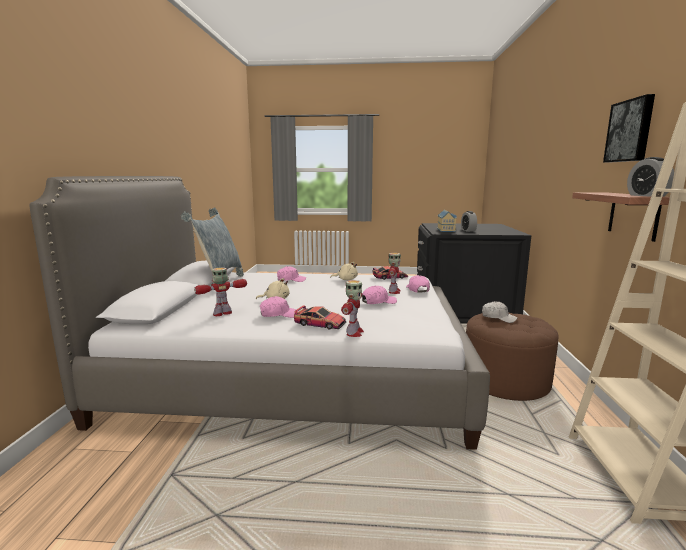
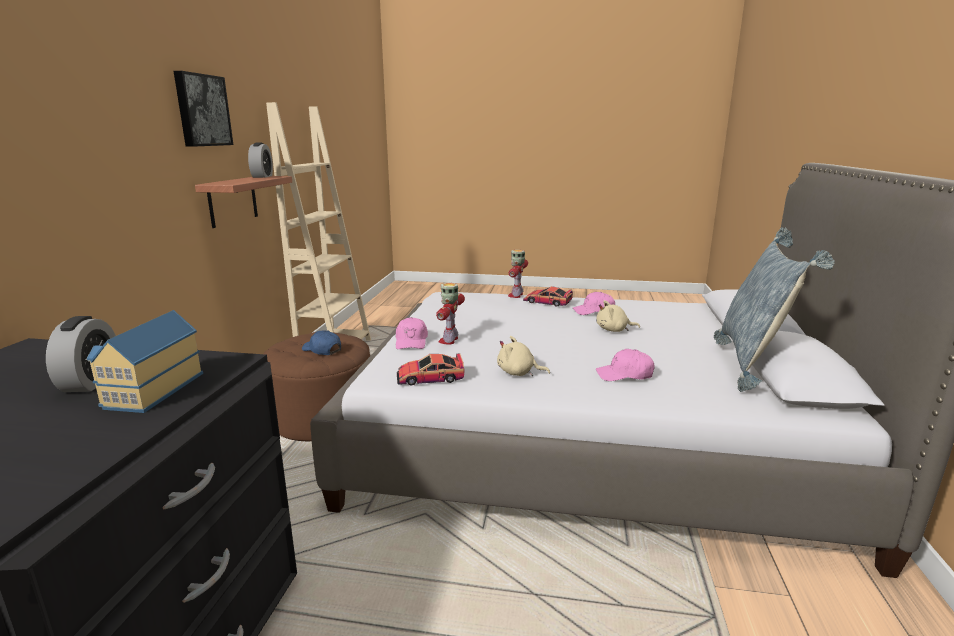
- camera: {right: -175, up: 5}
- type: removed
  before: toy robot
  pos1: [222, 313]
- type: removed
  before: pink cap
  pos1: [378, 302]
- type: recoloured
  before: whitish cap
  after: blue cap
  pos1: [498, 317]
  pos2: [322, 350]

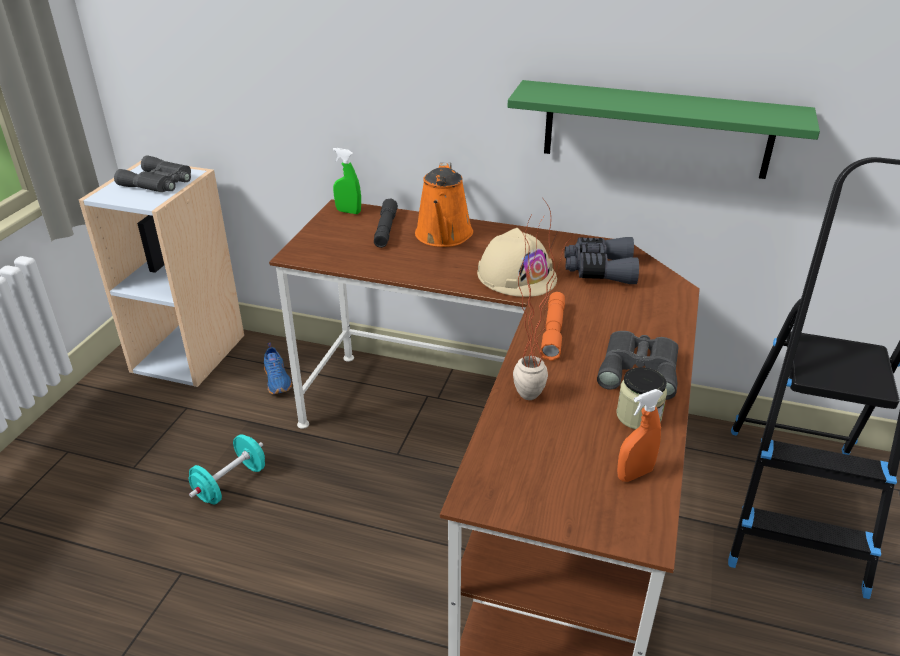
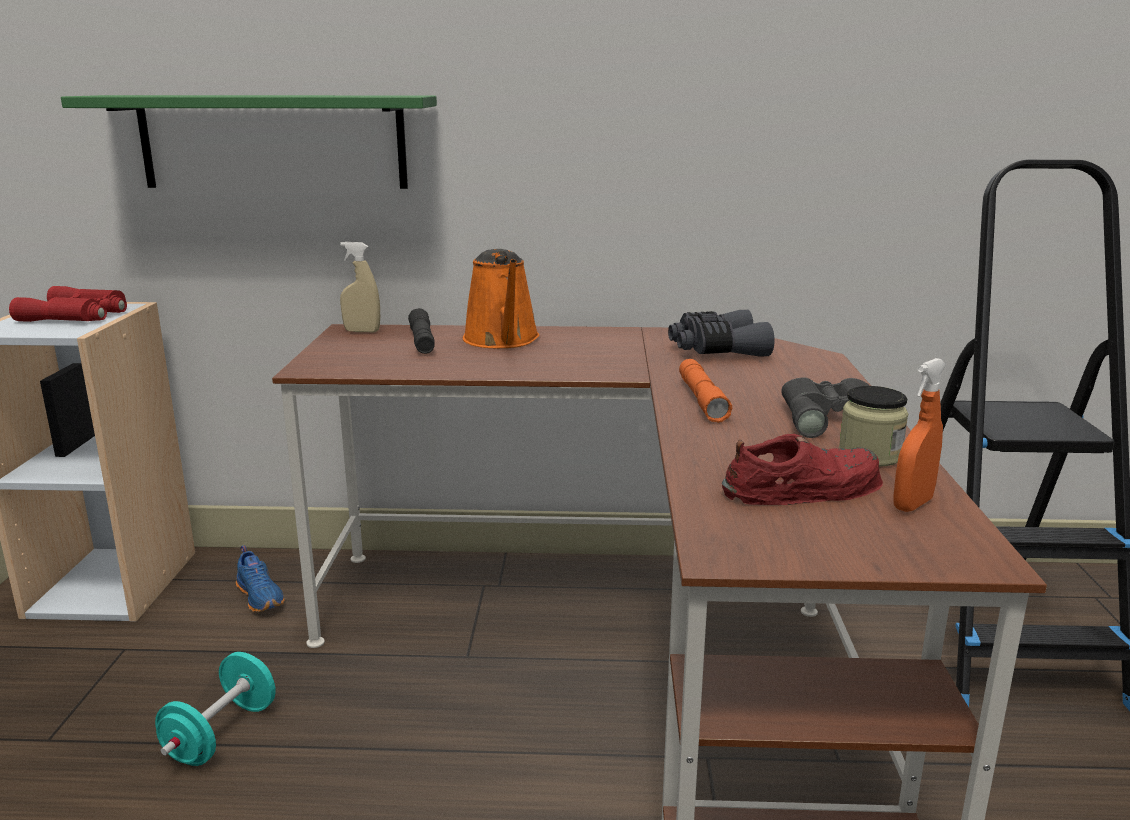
- camera: {right: -15, up: -15}
- type: moved
  before: green wall shelf
  pos1: [656, 129]
  pos2: [273, 142]
- type: recoloured
  before: green spray bottle
  after: sand-coloured spray bottle
  pos1: [348, 211]
  pos2: [362, 331]
- type: recoloured
  before: gray pair of binoculars
  after: red pair of binoculars
  pos1: [158, 182]
  pos2: [77, 316]
- type: removed
  before: houseplant
  pos1: [534, 390]
- type: removed
  before: sand-coloured work helmet
  pos1: [516, 275]
- type: added
  after: red low shoe
  pos2: [804, 488]

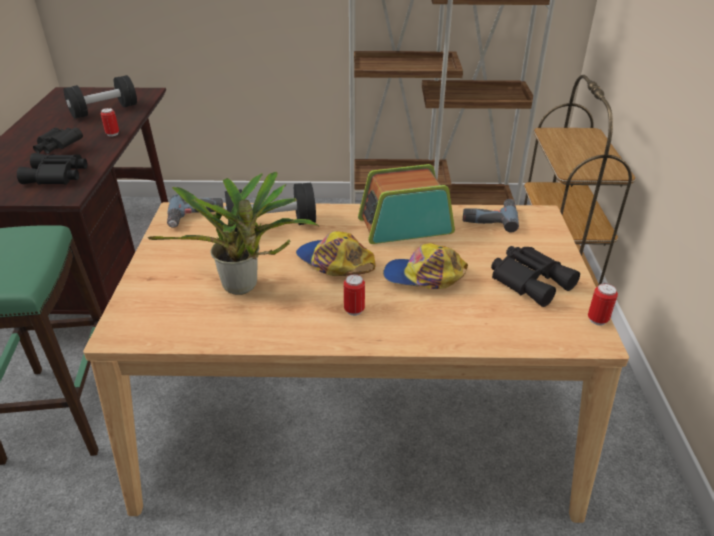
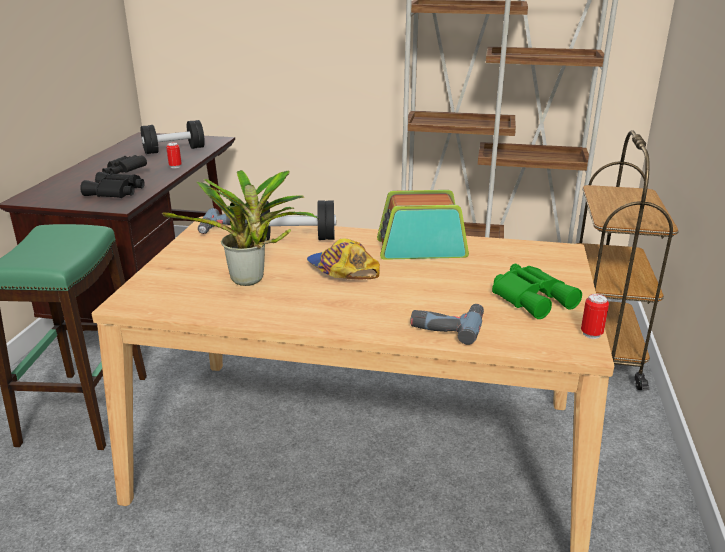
- camera: {right: 10, up: -10}
- type: moved
  before: power drill
  pos1: [489, 218]
  pos2: [447, 325]
- type: removed
  before: cap
  pos1: [424, 277]
- type: recoloured
  before: blackish pair of binoculars
  after: green pair of binoculars
  pos1: [531, 280]
  pos2: [533, 298]
- type: removed
  before: sealed can
  pos1: [354, 310]

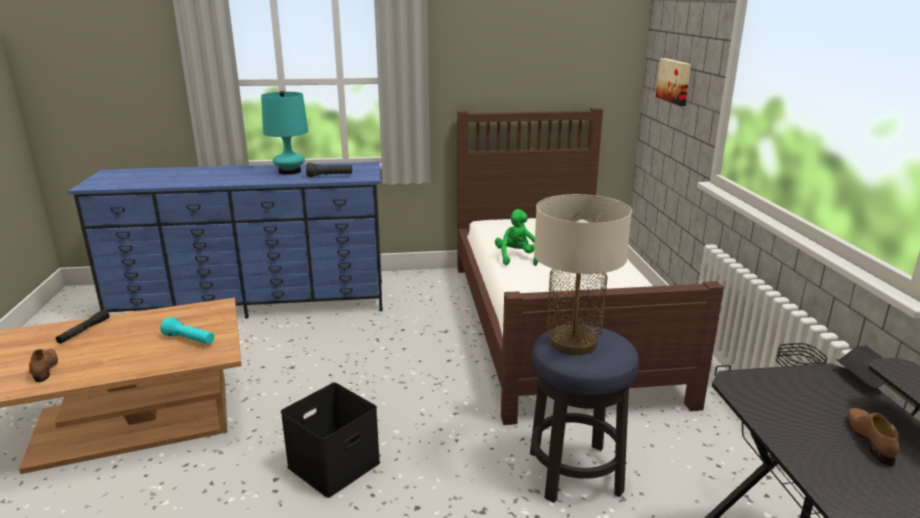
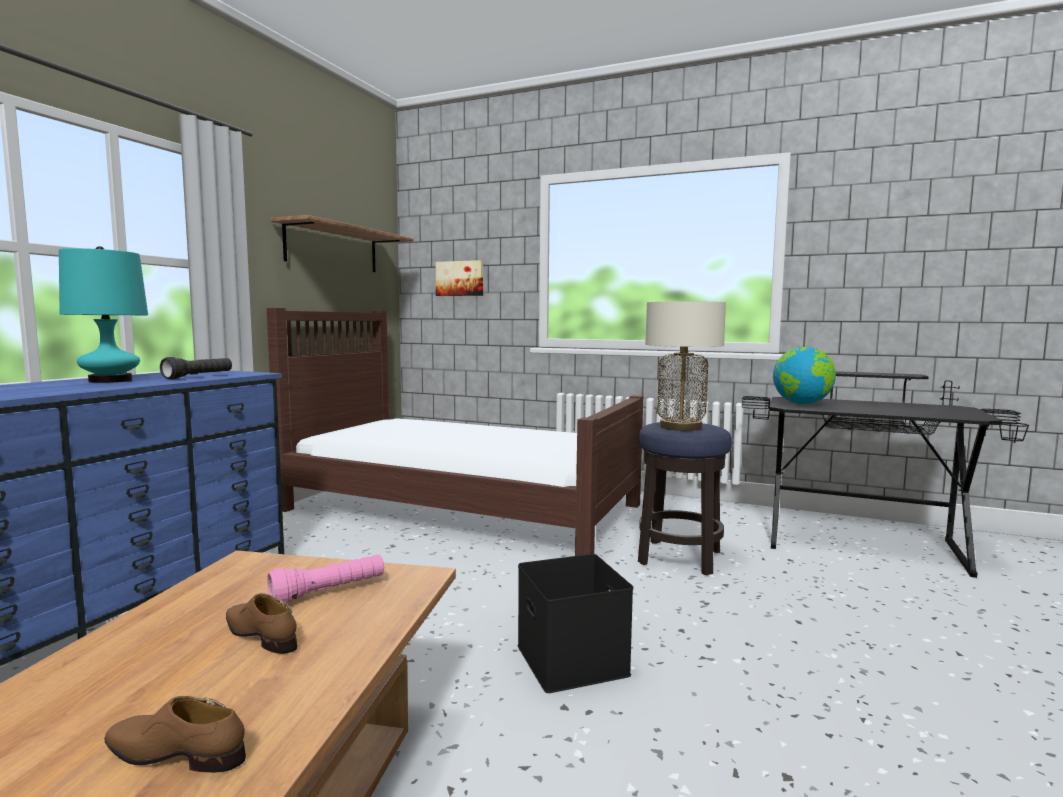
- camera: {right: -60, up: -15}
- type: removed
  before: green soft toy
  pos1: [516, 258]
- type: removed
  before: blackish flashlight
  pos1: [84, 331]
- type: recoloured
  before: turquoise-coloured flashlight
  after: pink flashlight
  pos1: [189, 340]
  pos2: [329, 592]
- type: moved
  before: brownish low shoe
  pos1: [869, 439]
  pos2: [261, 635]
- type: added
  after: wall shelf
  pos2: [332, 248]
- type: added
  after: globe
  pos2: [802, 404]

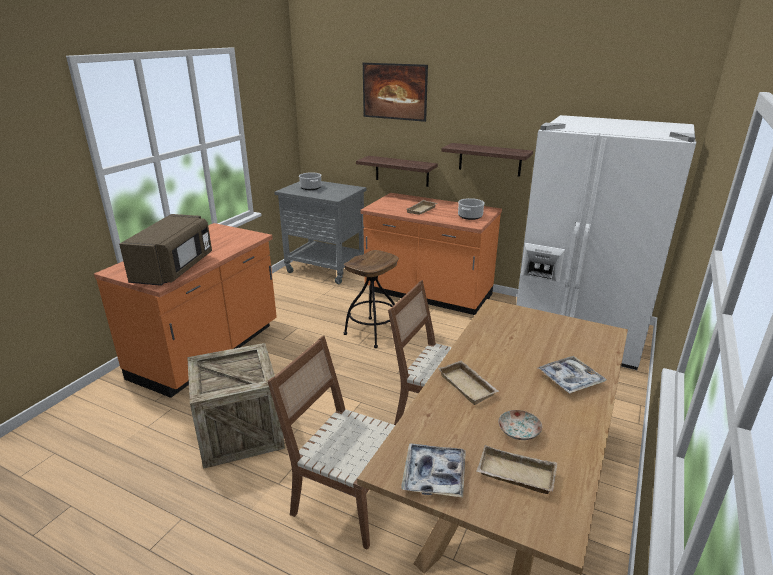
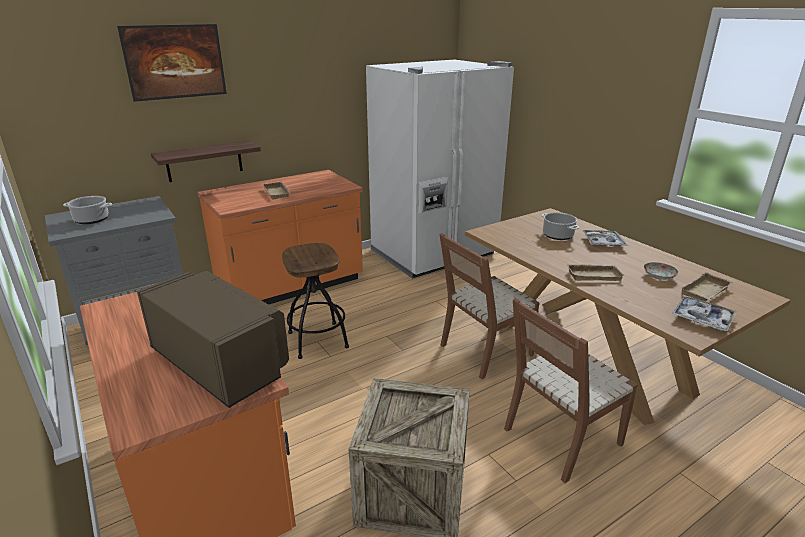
- camera: {right: -60, up: 0}
- type: removed
  before: wall shelf
  pos1: [490, 159]
- type: moved
  before: cooking pot
  pos1: [470, 217]
  pos2: [558, 235]

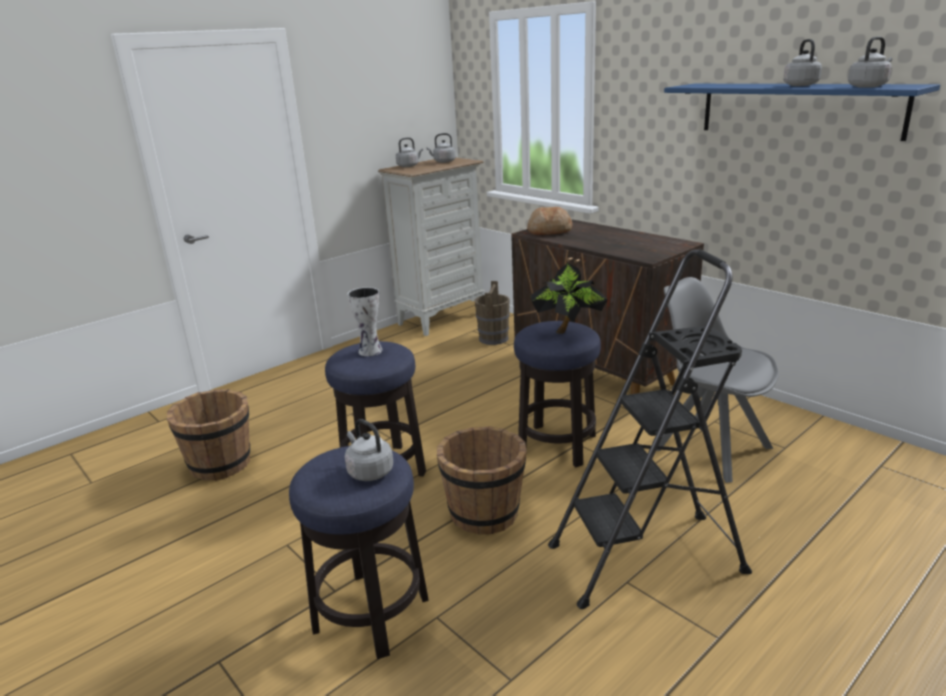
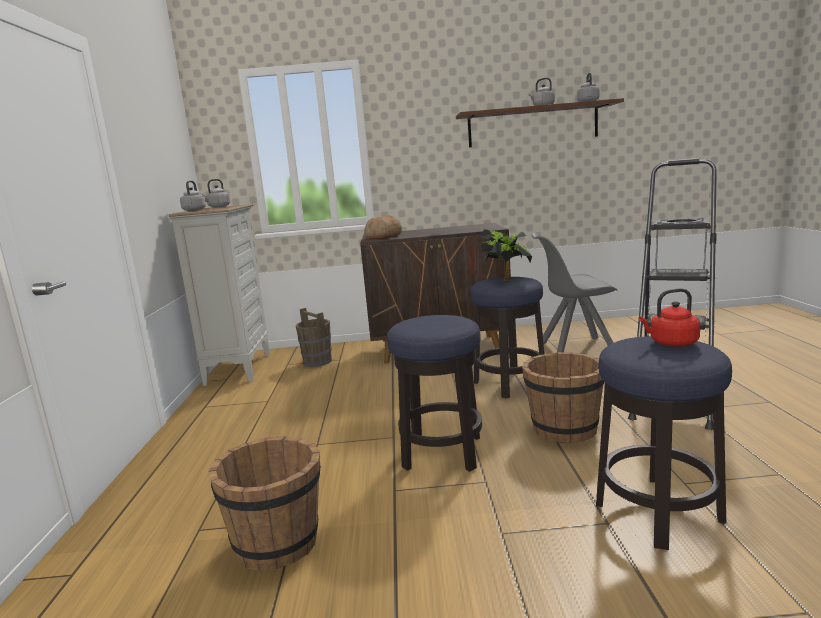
- camera: {right: -50, up: -10}
- type: recoloured
  before: blue wall shelf
  after: brownish wall shelf
  pos1: [798, 109]
  pos2: [532, 125]
- type: removed
  before: vase
  pos1: [371, 351]
- type: recoloured
  before: gray kettle
  after: red kettle
  pos1: [369, 471]
  pos2: [671, 343]

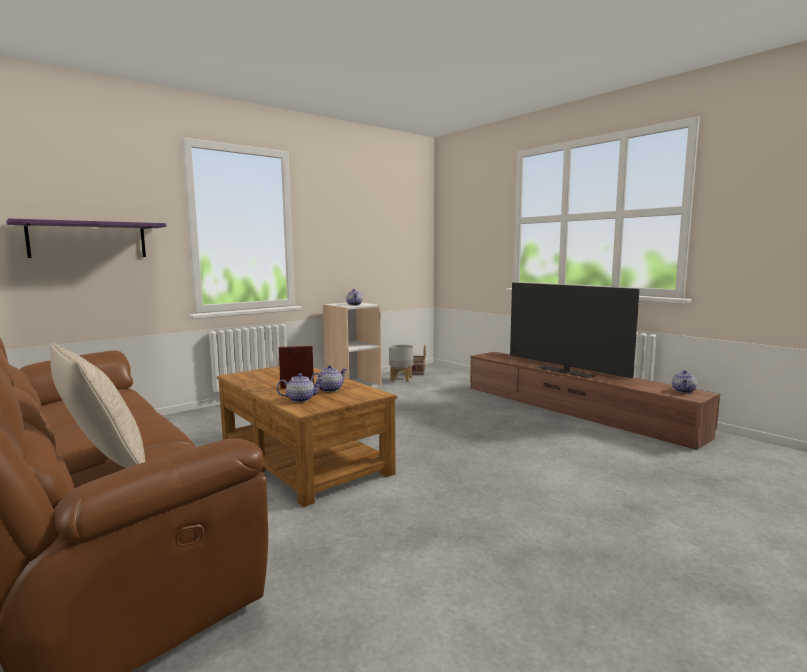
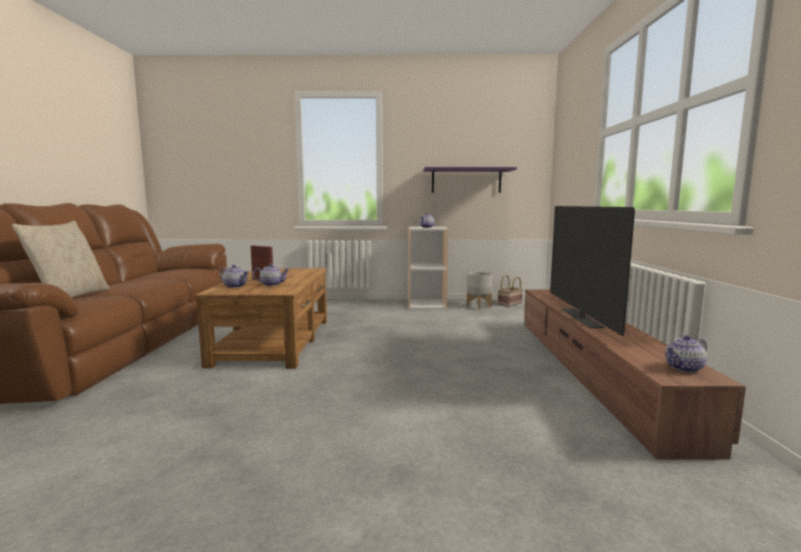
- camera: {right: 40, up: 0}
- type: moved
  before: purplish wall shelf
  pos1: [88, 240]
  pos2: [466, 181]

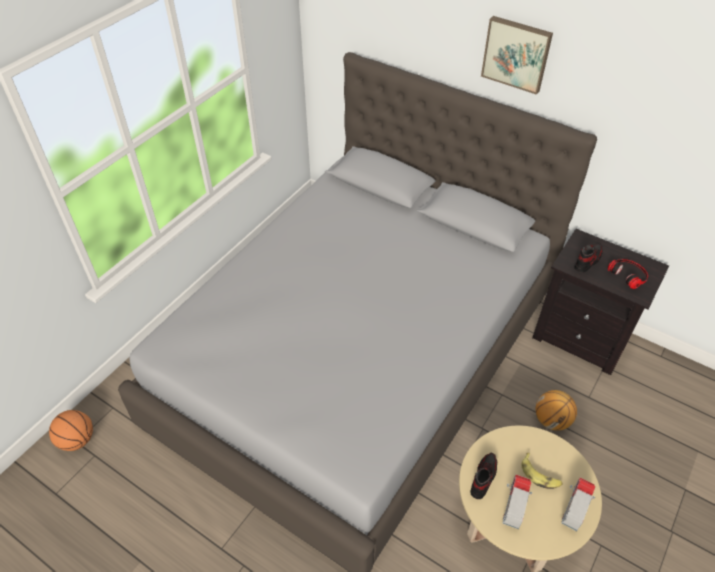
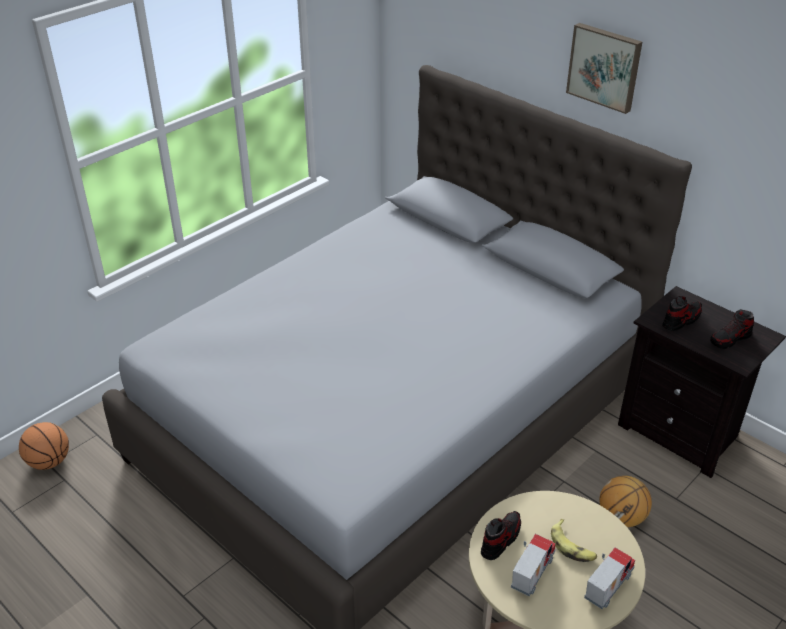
- camera: {right: 10, up: -10}
- type: replaced
  before: headphones
  after: low shoe
  pos1: [628, 274]
  pos2: [730, 339]

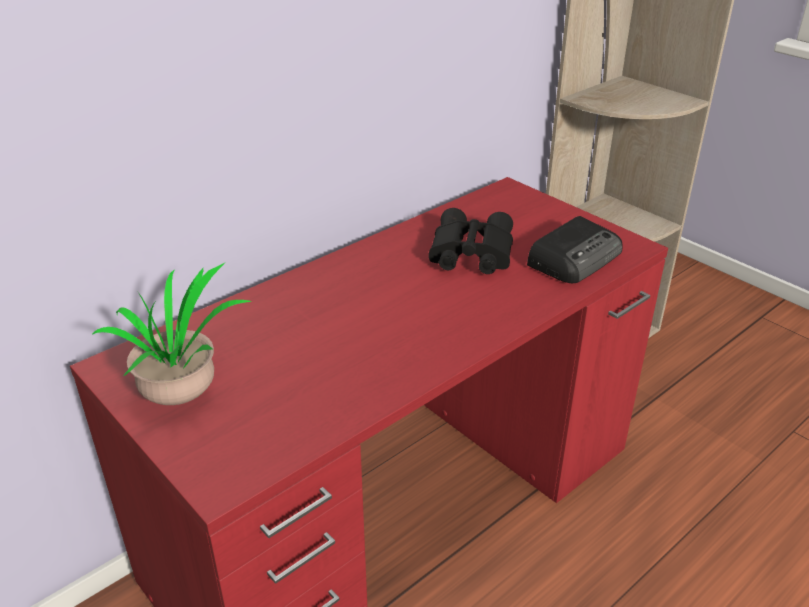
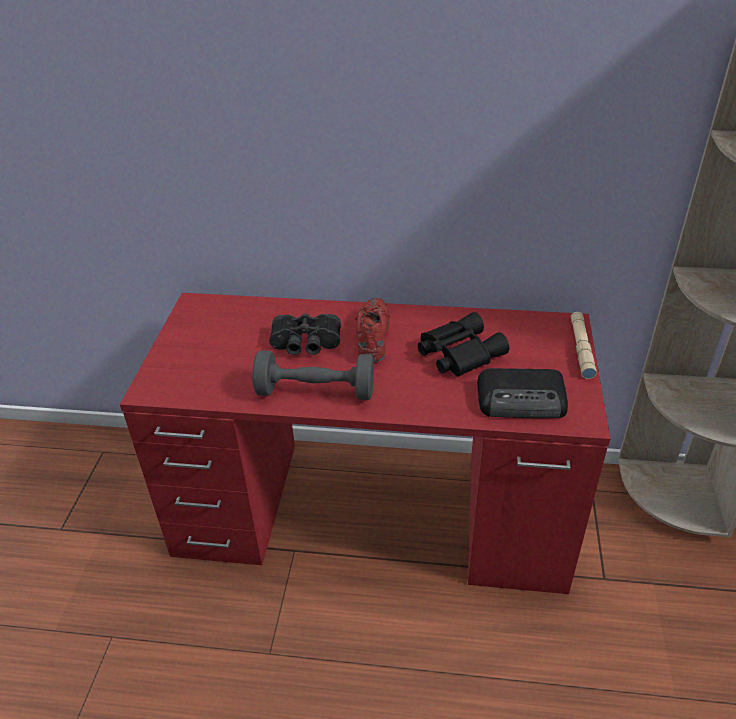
- camera: {right: 50, up: 5}
- type: removed
  before: houseplant
  pos1: [186, 396]
- type: added
  after: red low shoe
  pos2: [372, 338]
- type: added
  after: sand-coloured flashlight
  pos2: [581, 349]
- type: added
  after: blackish pair of binoculars
  pos2: [306, 344]
- type: added
  after: gray hand weight
  pos2: [315, 391]

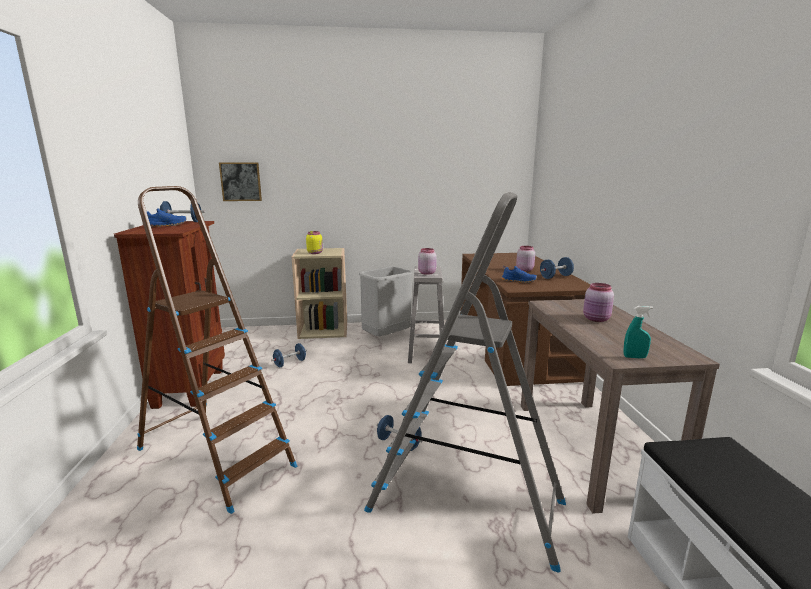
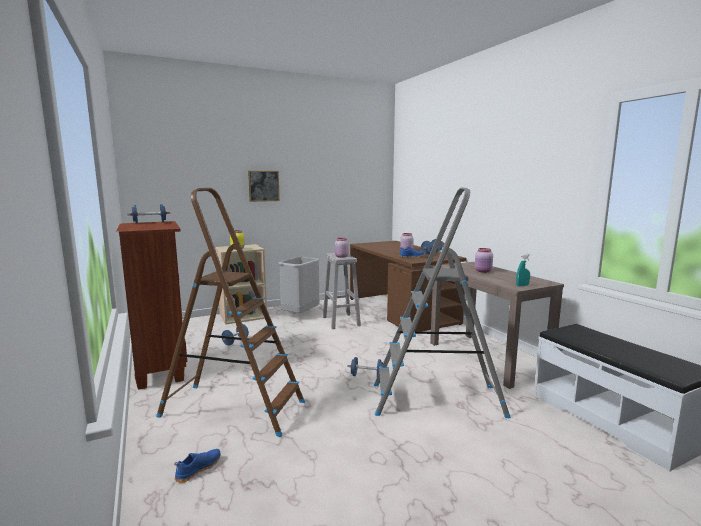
- camera: {right: -20, up: -5}
- type: moved
  before: wall art
  pos1: [241, 181]
  pos2: [263, 186]
- type: moved
  before: blue low shoe
  pos1: [166, 226]
  pos2: [198, 469]

